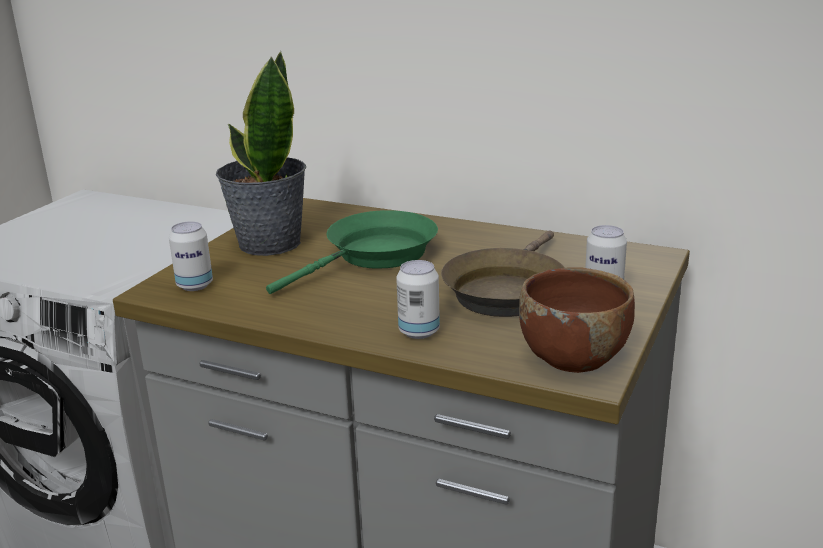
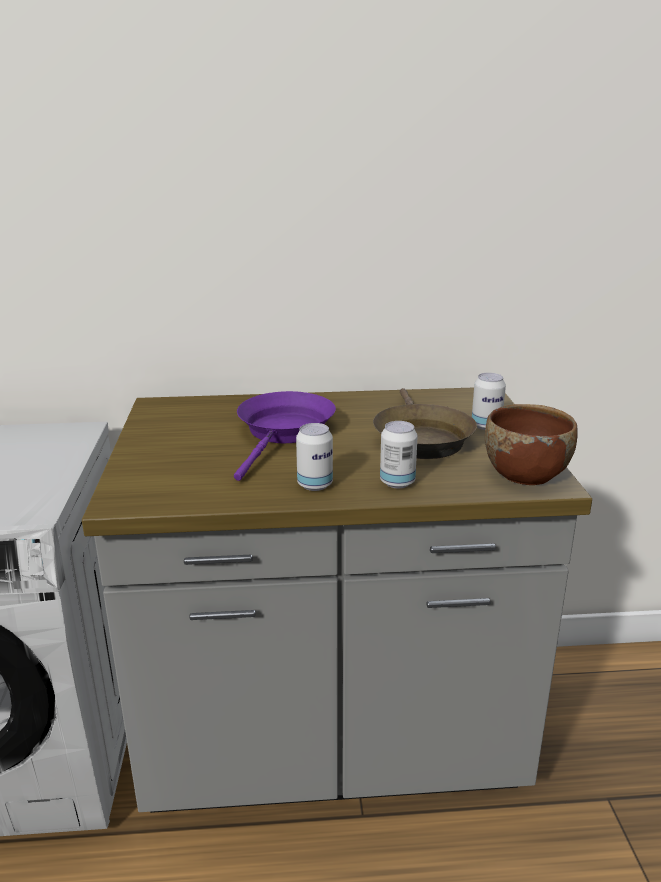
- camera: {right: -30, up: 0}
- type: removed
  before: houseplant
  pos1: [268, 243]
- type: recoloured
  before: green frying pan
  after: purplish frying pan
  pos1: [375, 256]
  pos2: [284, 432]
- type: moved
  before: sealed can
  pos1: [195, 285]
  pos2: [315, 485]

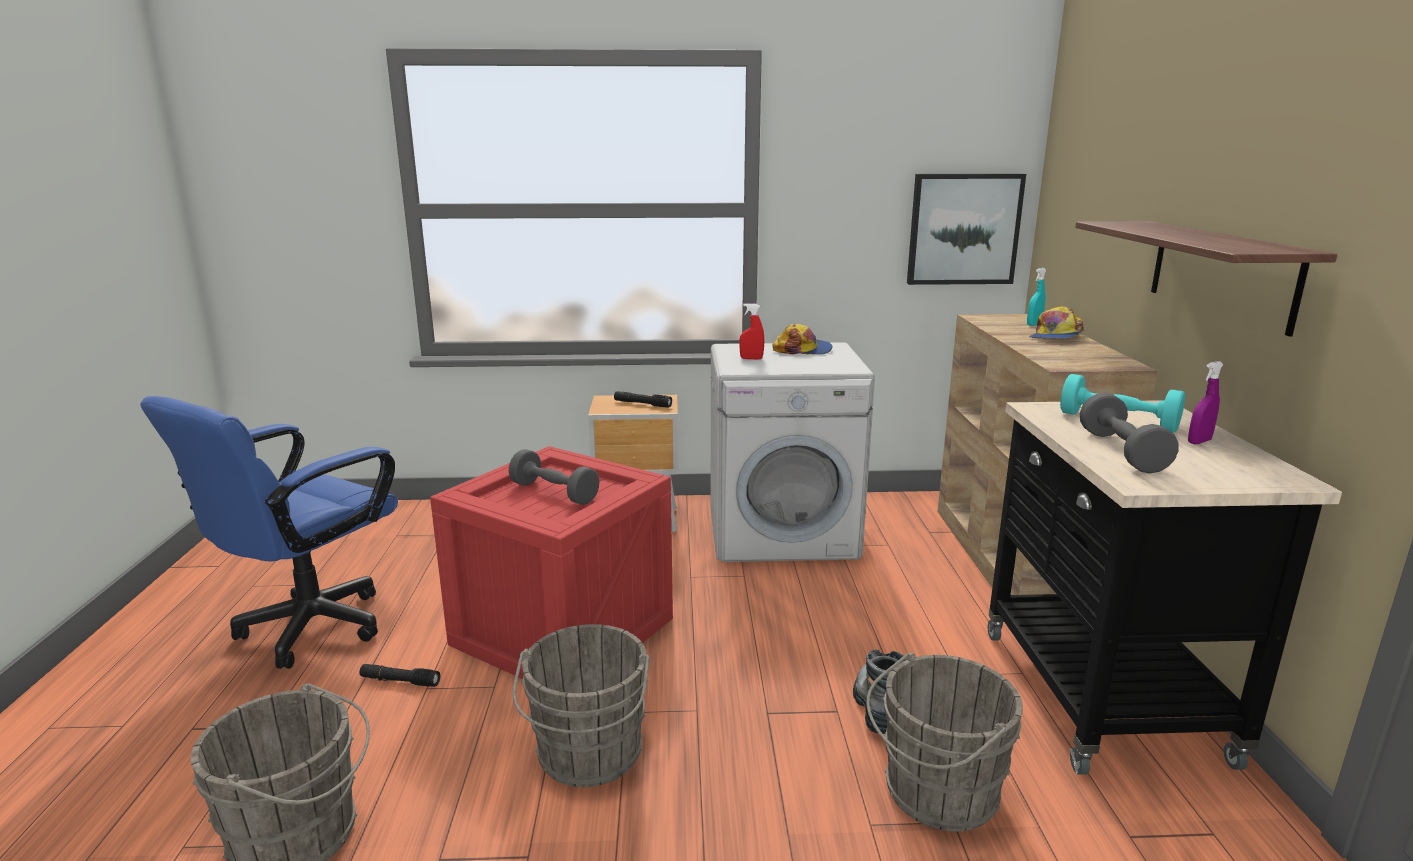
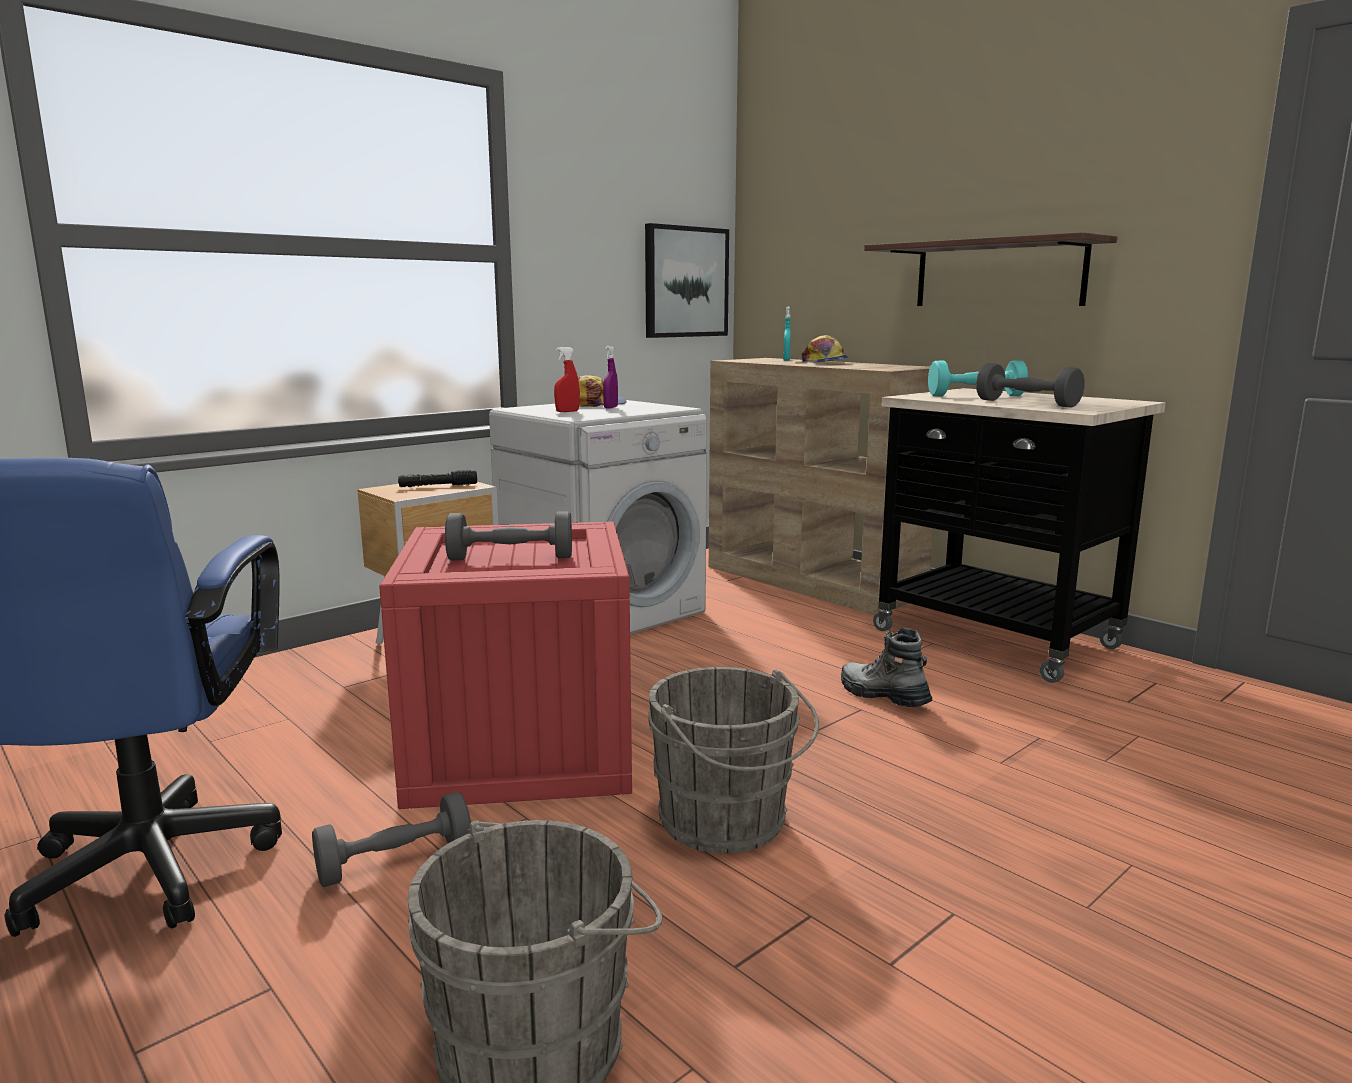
- camera: {right: -40, up: -5}
- type: moved
  before: purplish spray bottle
  pos1: [1199, 442]
  pos2: [610, 407]
- type: removed
  before: gray pail
  pos1: [935, 793]
- type: replaced
  before: blackish flashlight
  after: gray hand weight
  pos1: [400, 681]
  pos2: [395, 862]

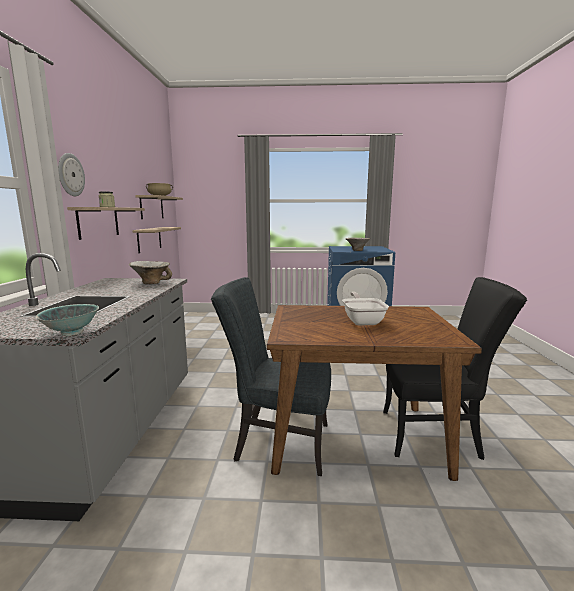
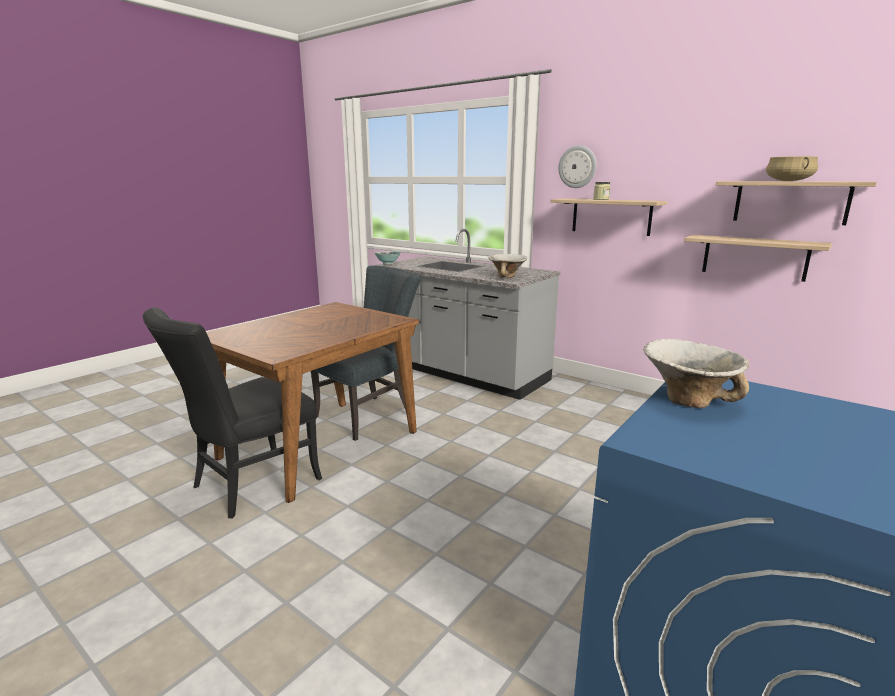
- camera: {right: 125, up: 5}
- type: removed
  before: frying pan
  pos1: [362, 321]

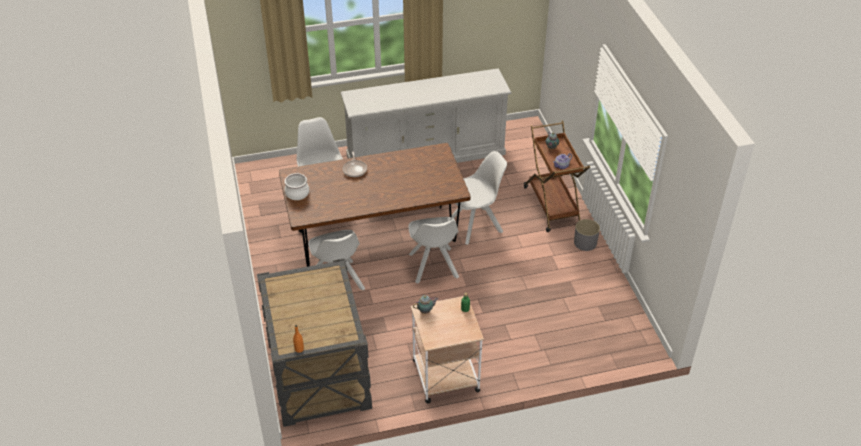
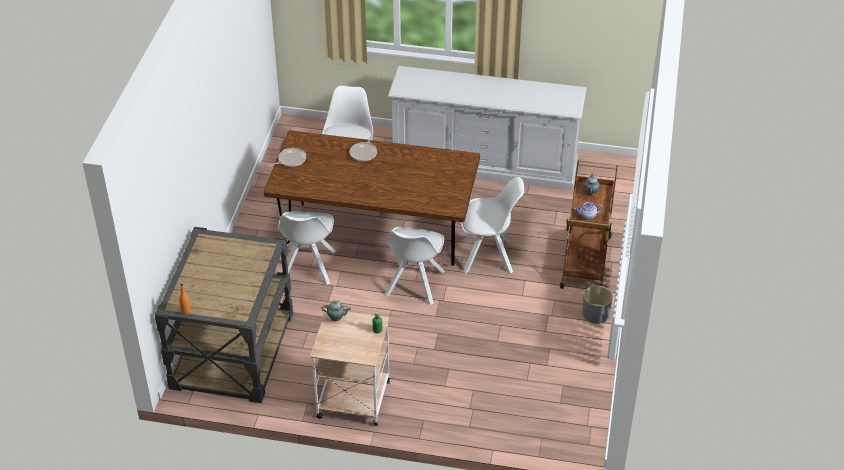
- camera: {right: 25, up: 0}
- type: replaced
  before: cooking pot
  after: frying pan
  pos1: [297, 193]
  pos2: [290, 160]

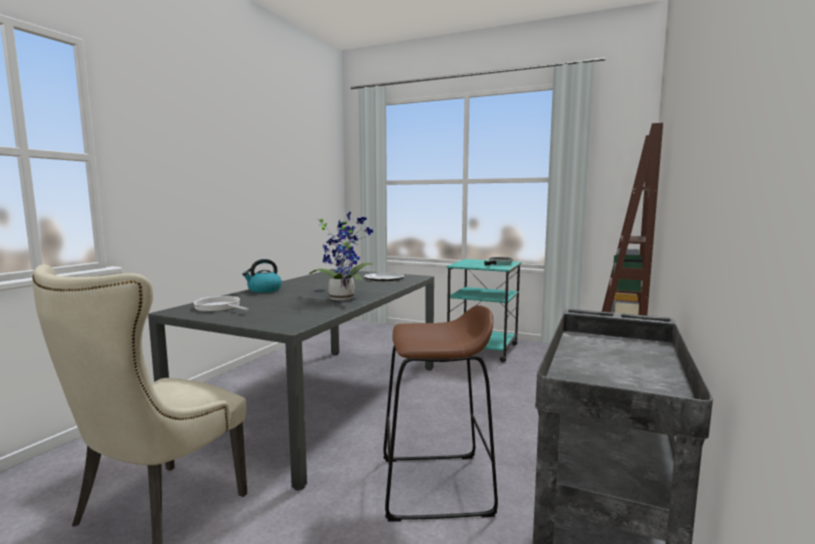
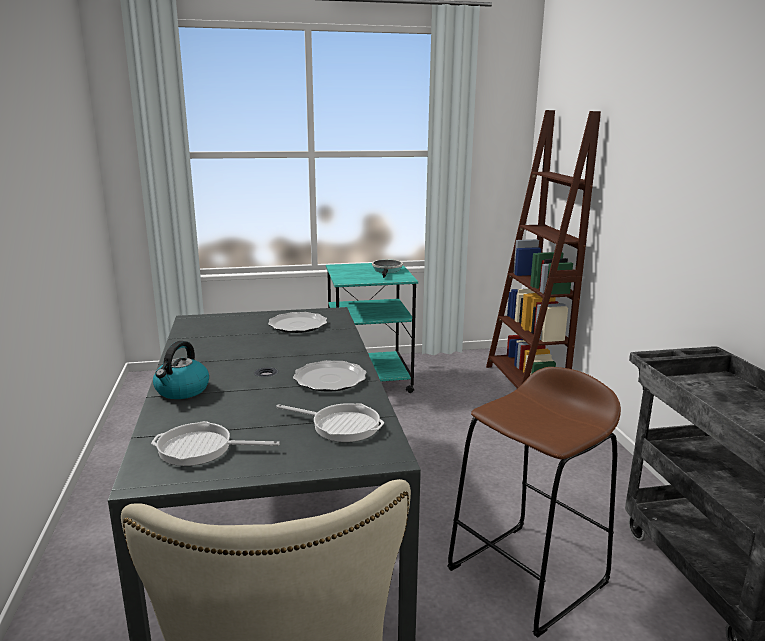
- camera: {right: -35, up: 10}
- type: replaced
  before: houseplant
  after: plate
  pos1: [343, 298]
  pos2: [330, 379]
- type: added
  after: frying pan
  pos2: [341, 425]

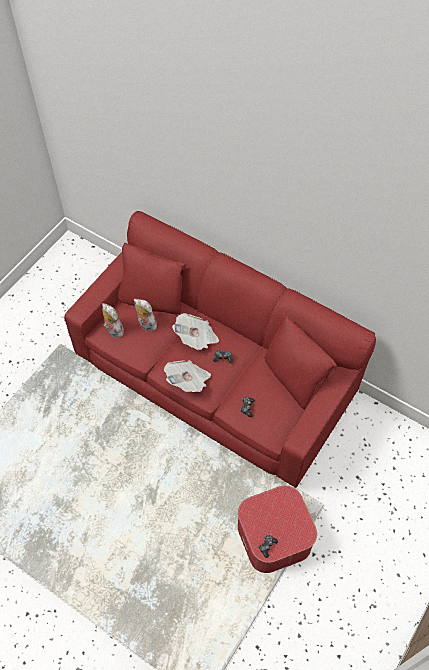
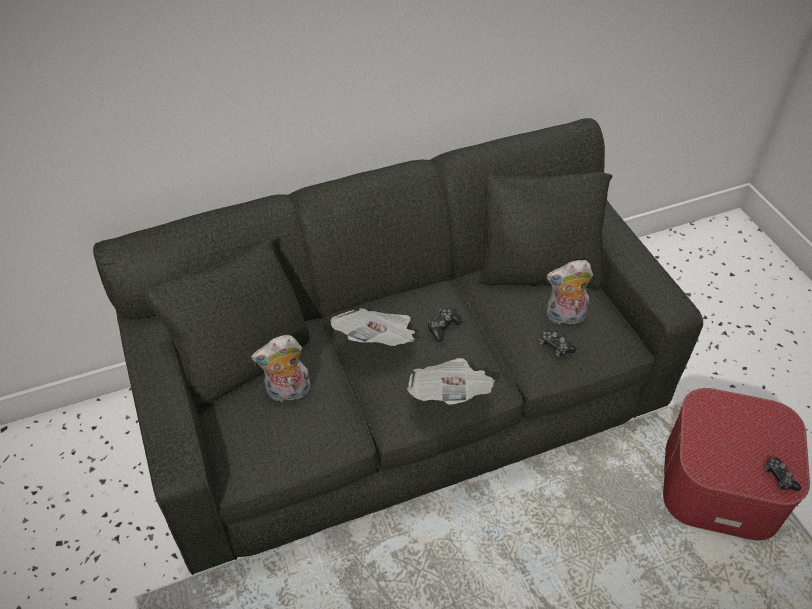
- camera: {right: -55, up: -10}
- type: recoloured
  before: red sofa
  after: gray sofa
  pos1: [214, 378]
  pos2: [405, 405]
- type: moved
  before: soft toy
  pos1: [113, 330]
  pos2: [564, 317]

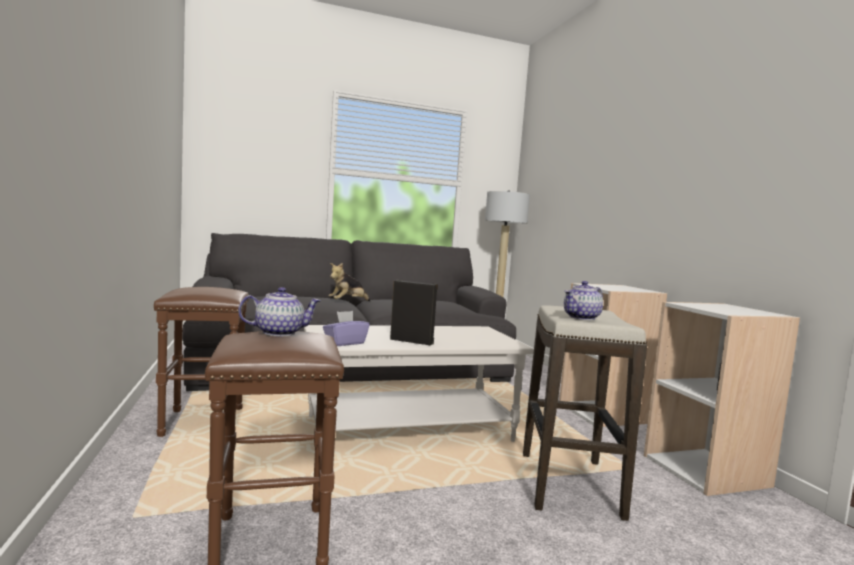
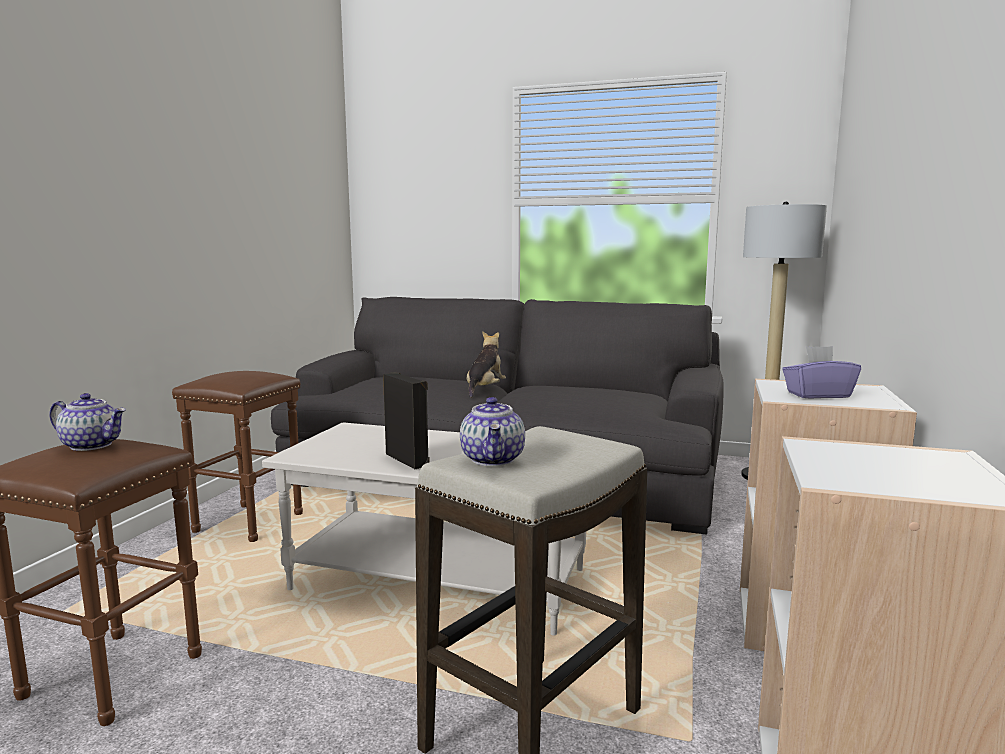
- camera: {right: 35, up: 5}
- type: turned
  before: soft toy
  pos1: [348, 302]
  pos2: [485, 389]
  turn: 120
- type: turned
  before: teapot
  pos1: [582, 317]
  pos2: [493, 459]
  turn: -90
- type: moved
  before: purplish tissue box
  pos1: [345, 343]
  pos2: [818, 395]

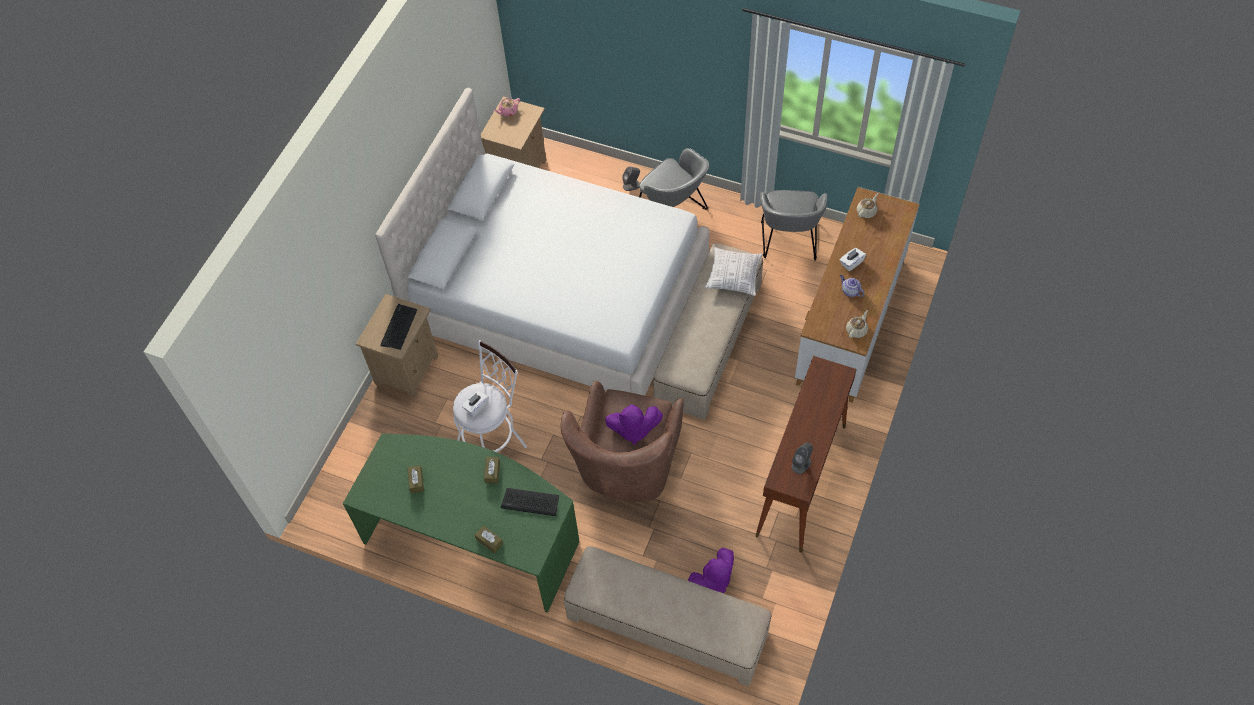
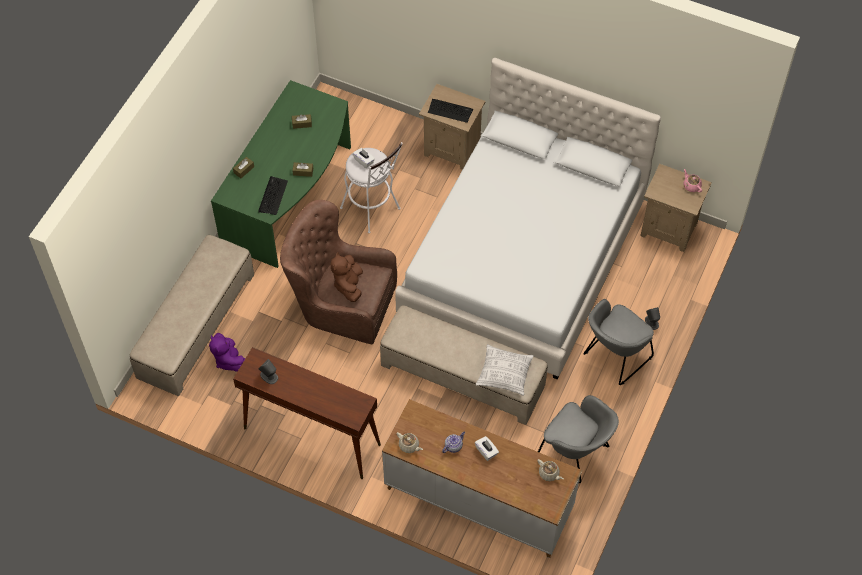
- camera: {right: 90, up: 0}
- type: turned
  before: gray armchair
  pos1: [788, 243]
  pos2: [575, 455]
  turn: -150
- type: recoloured
  before: purplish soft toy
  after: brownish soft toy
  pos1: [633, 430]
  pos2: [348, 285]

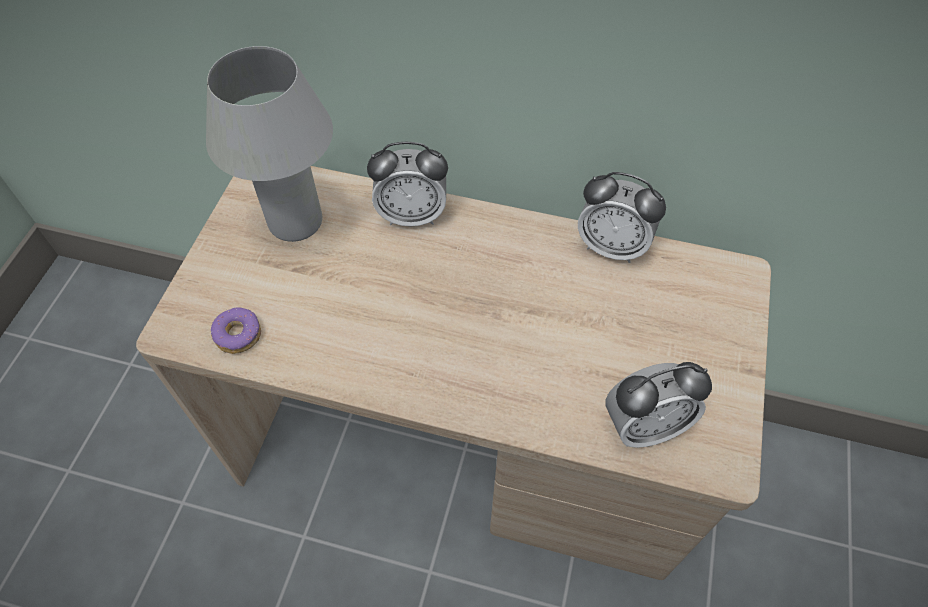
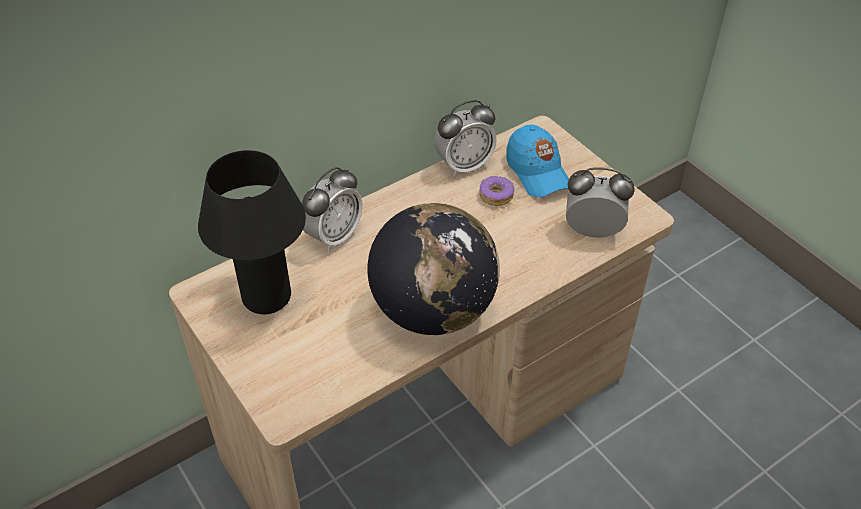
- camera: {right: -50, up: -10}
- type: recoloured
  before: whitish table lamp
  after: blackish table lamp
  pos1: [295, 222]
  pos2: [267, 297]
- type: moved
  before: doughnut
  pos1: [238, 335]
  pos2: [496, 195]
- type: turned
  before: alarm clock
  pos1: [644, 426]
  pos2: [593, 231]
  turn: -105
- type: added
  after: blue cap
  pos2: [537, 172]
- type: added
  after: globe
  pos2: [433, 311]

